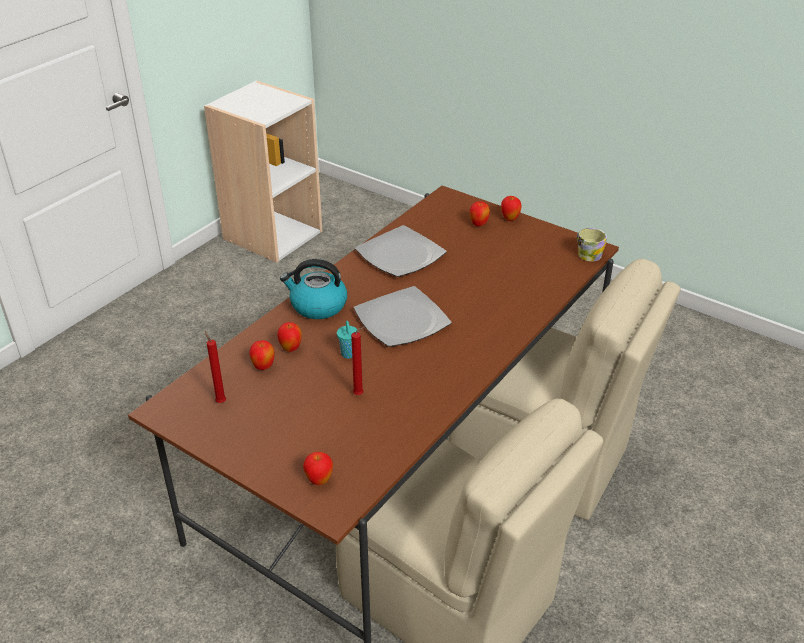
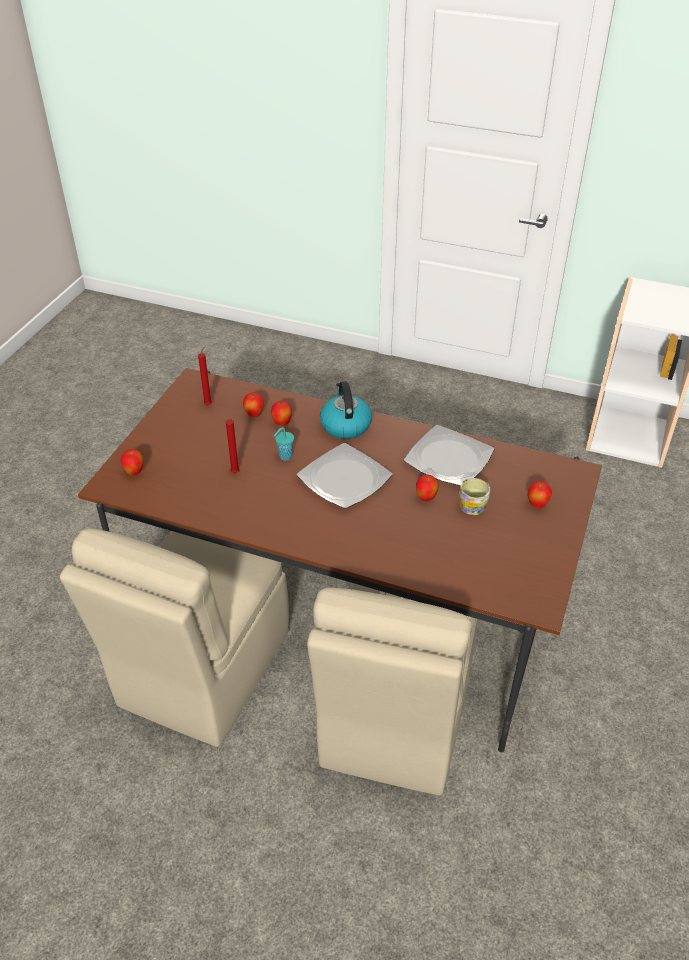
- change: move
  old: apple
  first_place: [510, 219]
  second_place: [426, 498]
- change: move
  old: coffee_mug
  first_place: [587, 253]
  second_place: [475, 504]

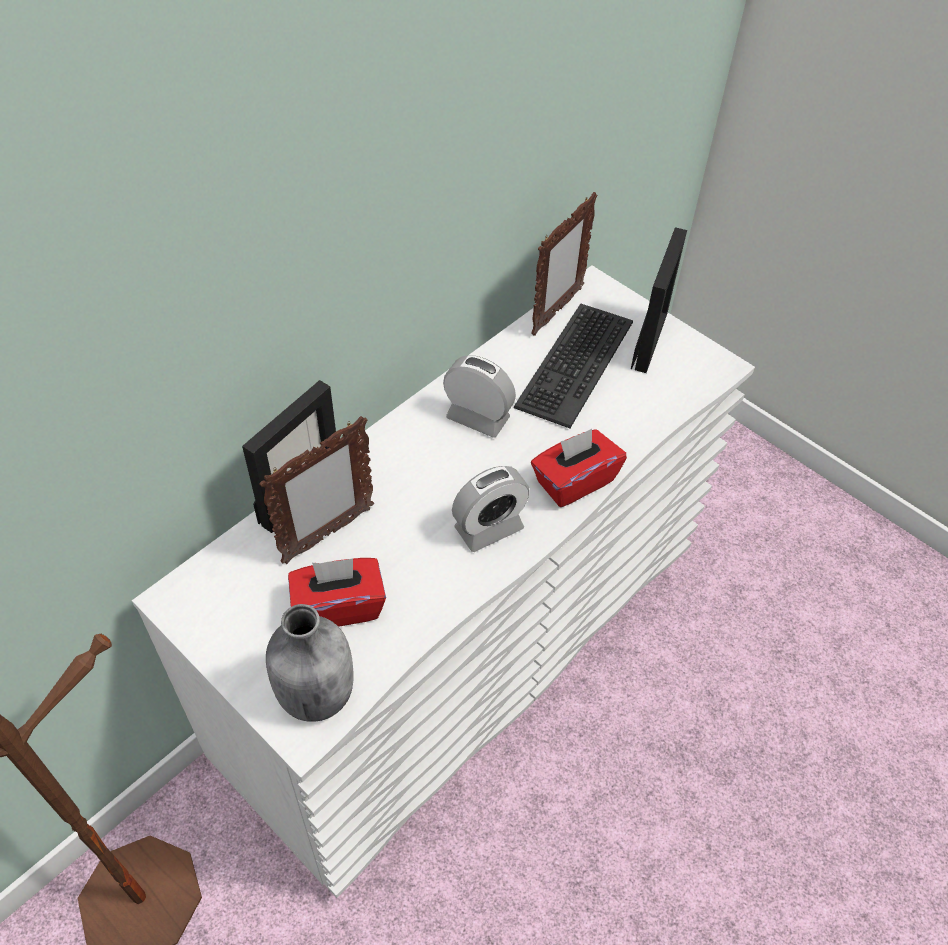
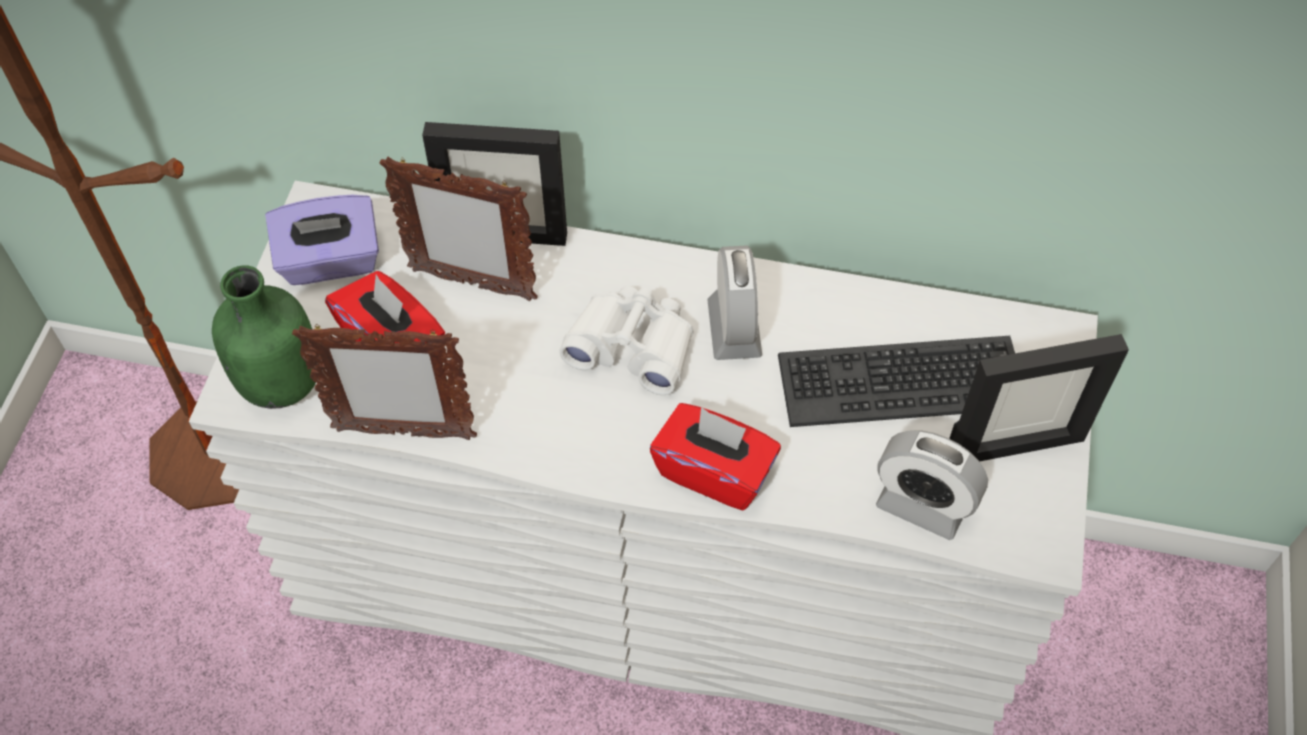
- change: insert
  new: purple_tissue_box
  second_place: [330, 262]
- change: insert
  new: white_binoculars
  second_place: [632, 347]
- change: move
  old: bedside_clock
  first_place: [489, 528]
  second_place: [922, 505]
- change: move
  old: standing_frame
  first_place: [556, 311]
  second_place: [403, 433]
- change: recolor
  old: grey_bottle
  new: green-coloured_bottle
  first_place: [315, 693]
  second_place: [282, 381]

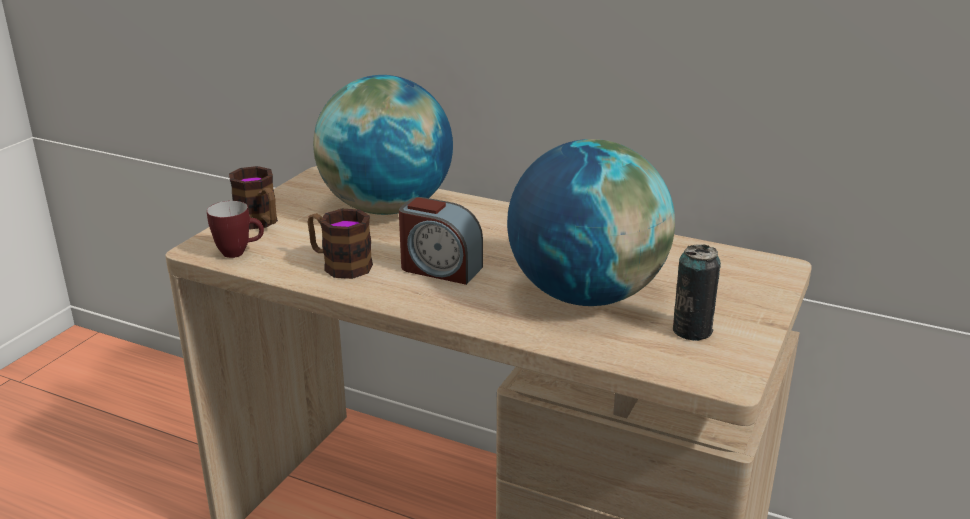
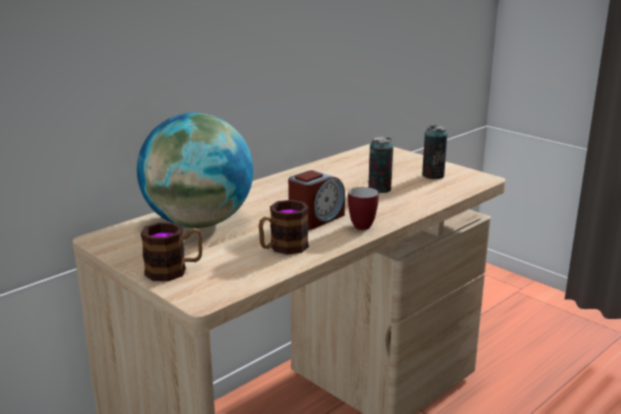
- change: move
  old: coffee_mug
  first_place: [239, 252]
  second_place: [362, 225]
- change: replace
  old: world_globe
  new: metal_can
  first_place: [586, 295]
  second_place: [379, 189]

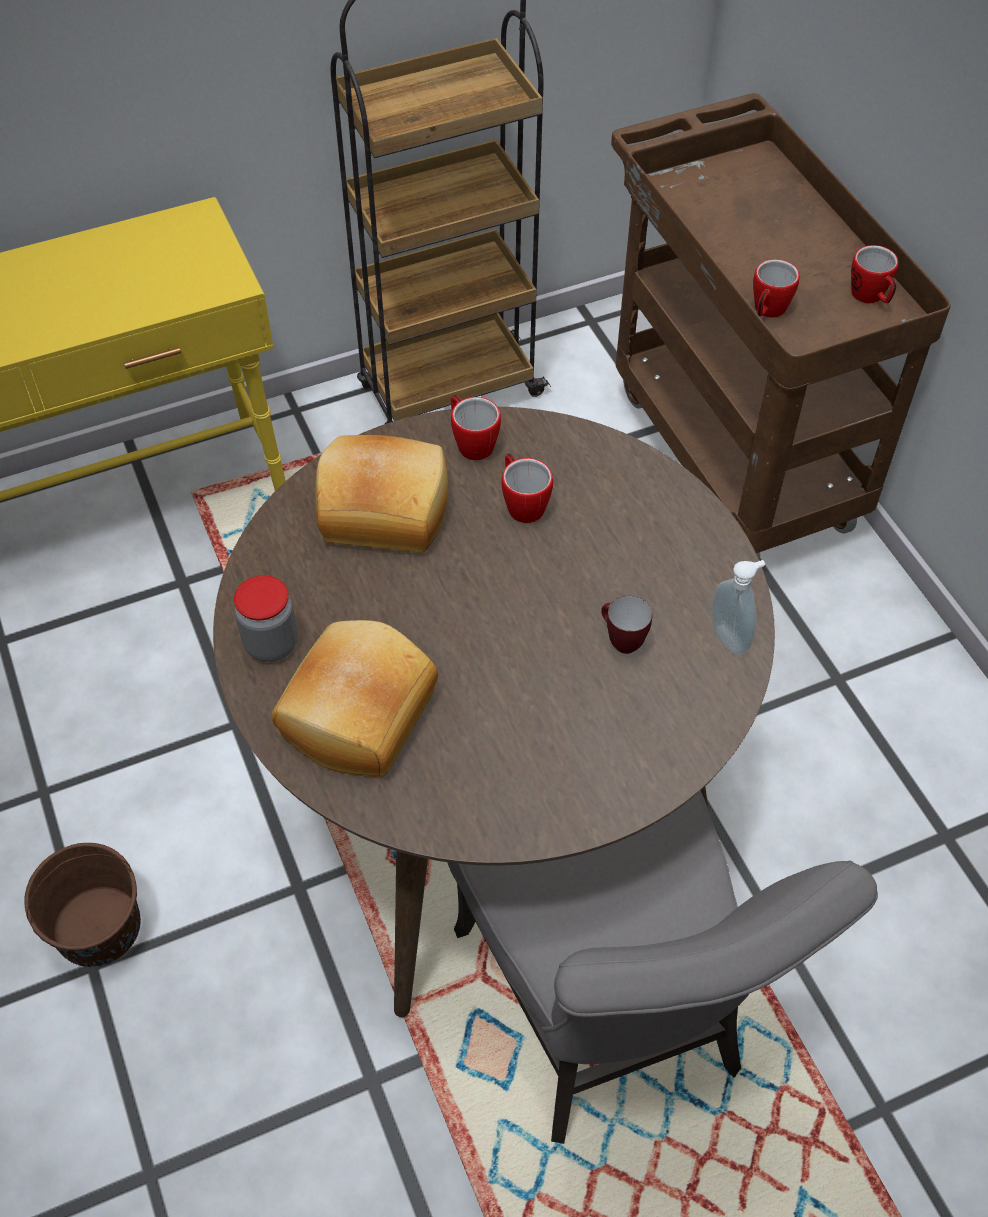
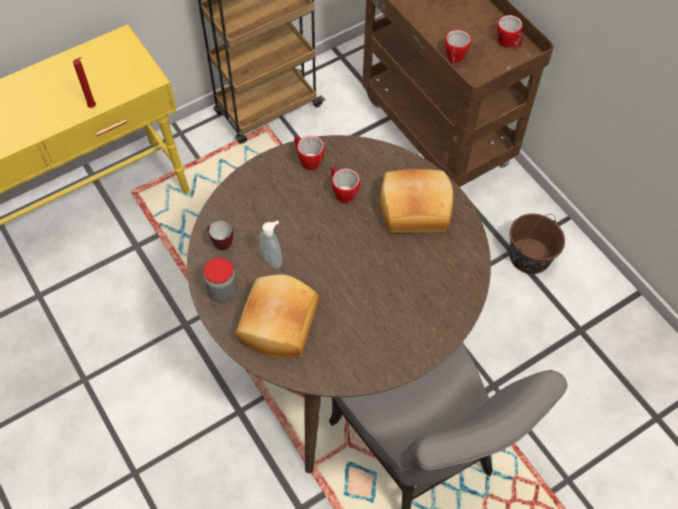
- change: insert
  new: red_wax_candle
  second_place: [93, 107]
- change: move
  old: brown_water_bucket
  first_place: [97, 927]
  second_place: [529, 256]
- change: move
  old: bakery_bread
  first_place: [384, 508]
  second_place: [414, 208]
- change: move
  old: coffee_mug
  first_place: [620, 641]
  second_place: [220, 244]
- change: move
  old: soap_bottle
  first_place: [731, 637]
  second_place: [273, 259]

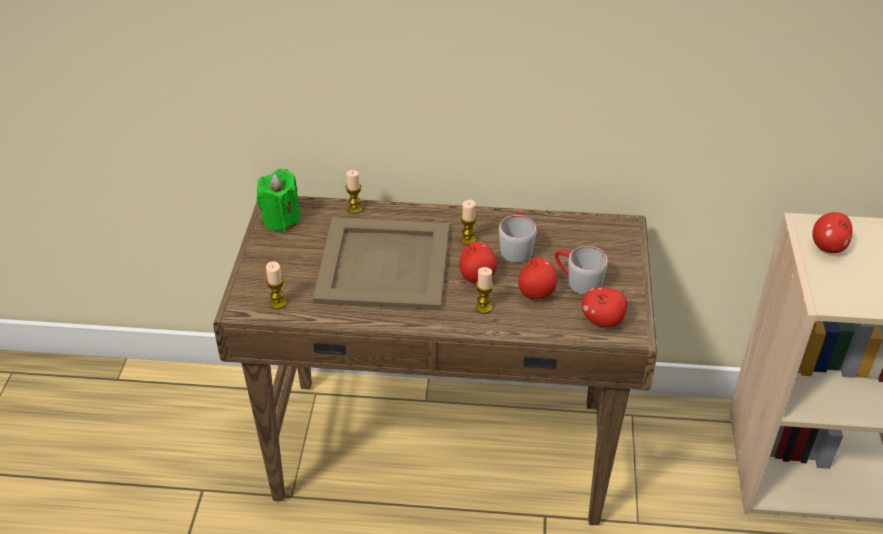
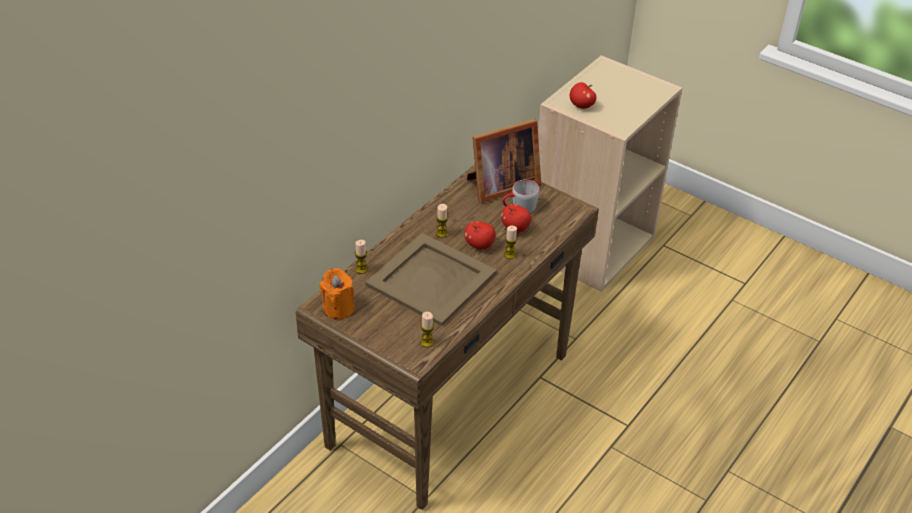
- change: delete
  old: grey_coffee_mug
  first_place: [515, 247]
- change: delete
  old: apple
  first_place: [603, 320]
- change: insert
  new: standing_frame
  second_place: [500, 185]
- change: recolor
  old: green-coloured_wax_candle
  new: orange-coloured_wax_candle
  first_place: [281, 219]
  second_place: [338, 308]

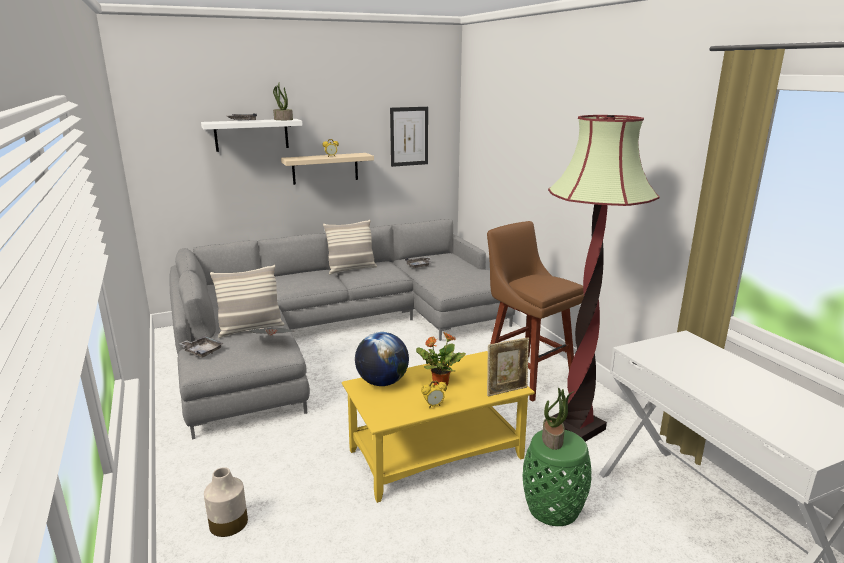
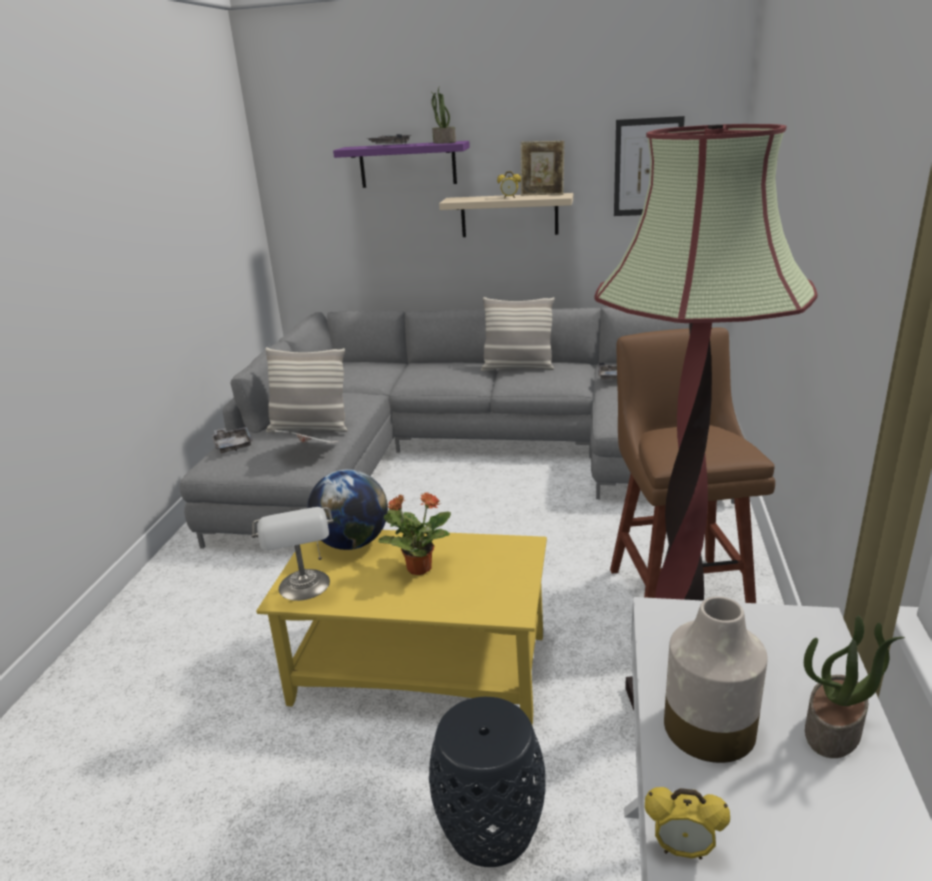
- change: insert
  new: white_tabletop_lamp
  second_place: [306, 591]
- change: move
  old: beige-coloured_flower_vase
  first_place: [228, 523]
  second_place: [709, 727]
- change: move
  old: bedside_clock
  first_place: [434, 406]
  second_place: [682, 850]
- change: move
  old: standing_frame
  first_place: [506, 390]
  second_place: [542, 195]
- change: move
  old: potted_plant
  first_place: [553, 440]
  second_place: [834, 731]
- change: recolor
  old: white_wall_shelf
  new: purple_wall_shelf
  first_place: [251, 135]
  second_place: [407, 165]
- change: recolor
  old: green-coloured_sitting_stool
  new: black-coloured_sitting_stool
  first_place: [553, 509]
  second_place: [490, 829]

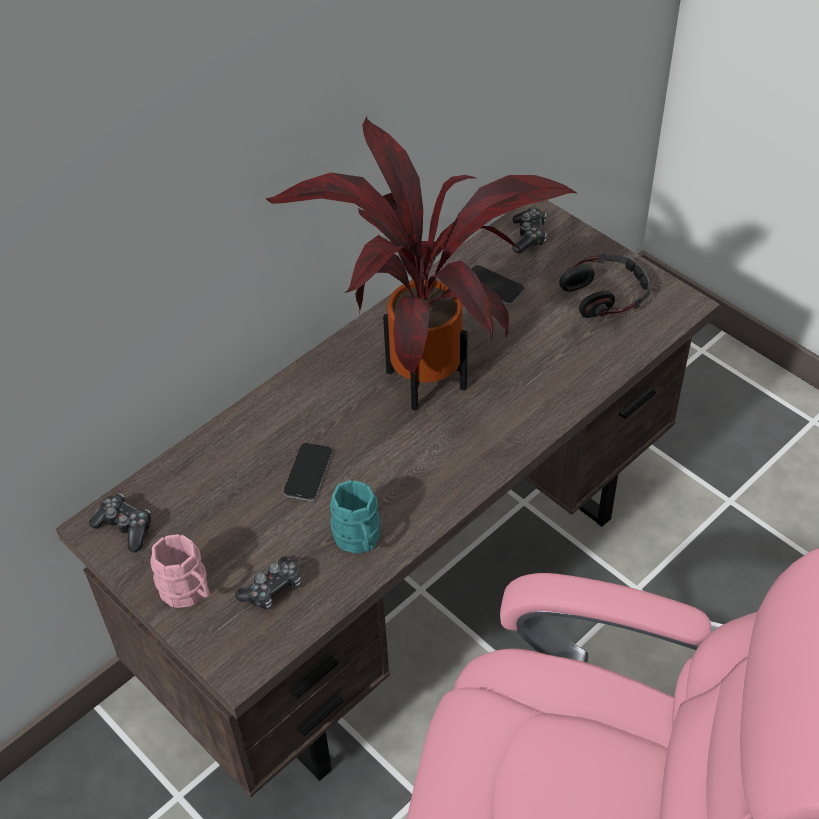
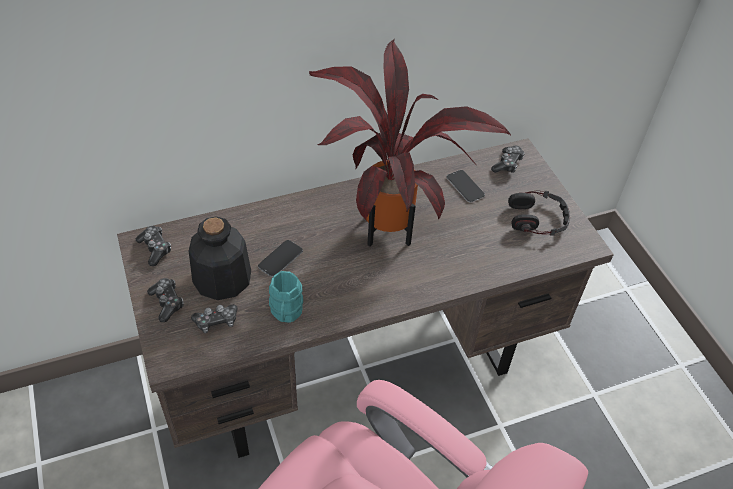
- change: insert
  new: bottle
  second_place: [222, 278]
- change: replace
  old: pink_coffee_mug
  new: game_controller
  first_place: [189, 592]
  second_place: [167, 303]

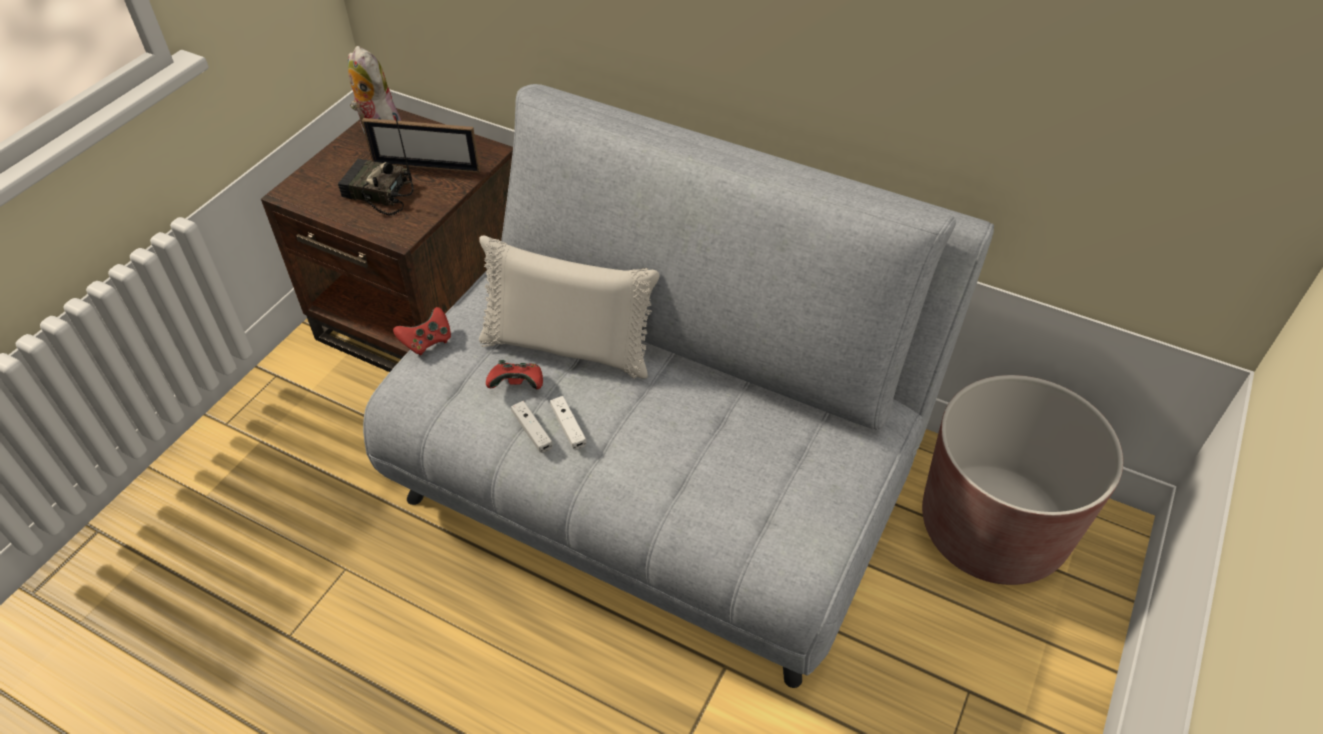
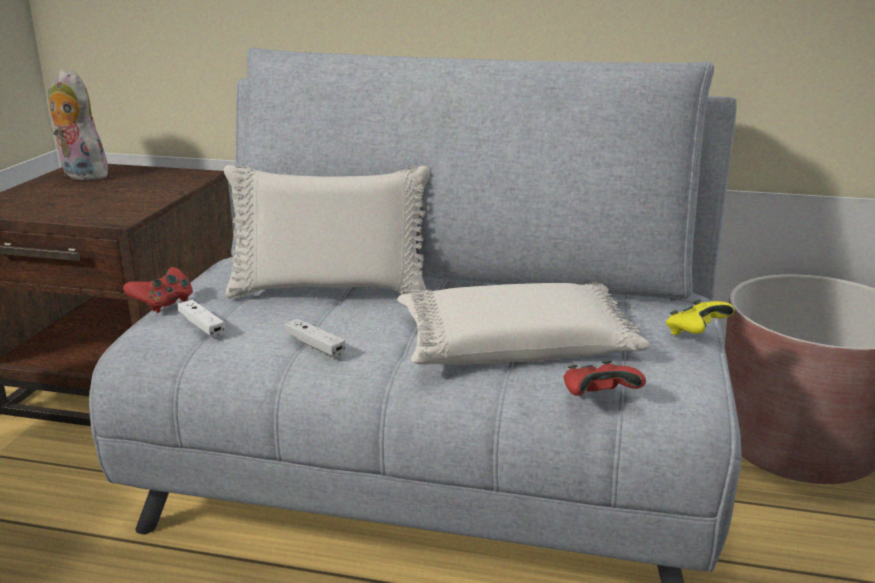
- change: delete
  old: radio_set
  first_place: [377, 194]
- change: delete
  old: standing_frame
  first_place: [426, 166]
- change: insert
  new: white_pillow
  second_place: [516, 339]
- change: insert
  new: yellowish_game_controller
  second_place: [695, 333]
- change: move
  old: red_game_controller
  first_place: [517, 385]
  second_place: [598, 397]
- change: move
  old: white_game_controller
  first_place: [568, 427]
  second_place: [202, 325]

